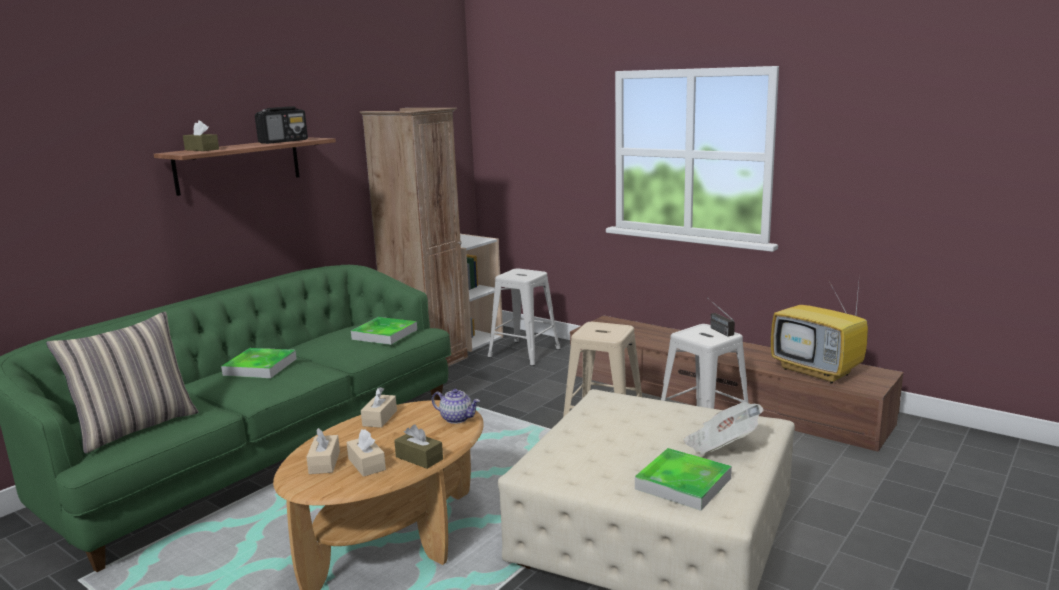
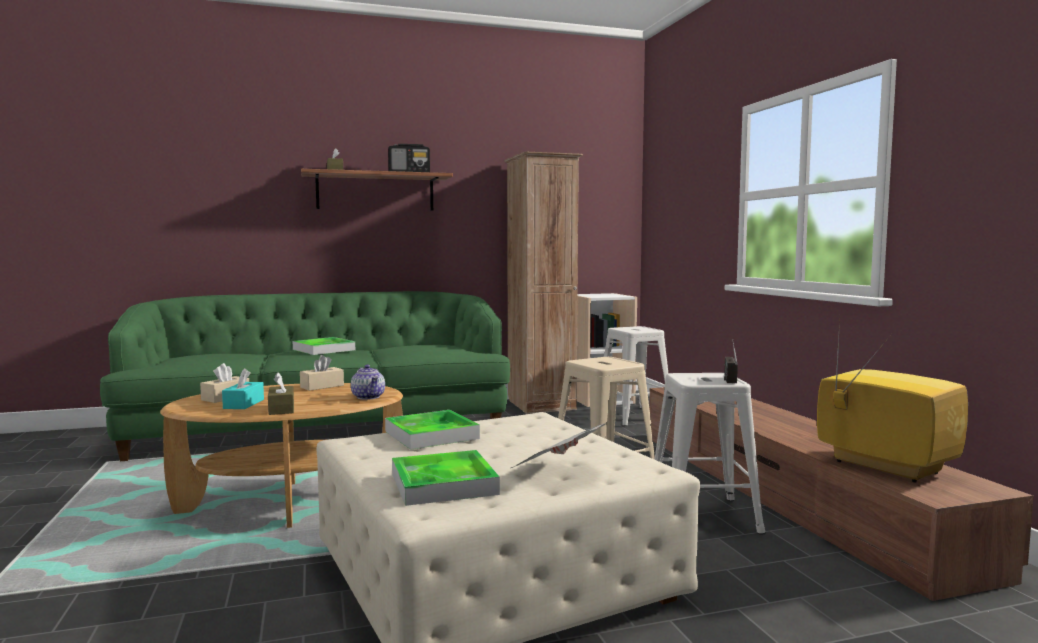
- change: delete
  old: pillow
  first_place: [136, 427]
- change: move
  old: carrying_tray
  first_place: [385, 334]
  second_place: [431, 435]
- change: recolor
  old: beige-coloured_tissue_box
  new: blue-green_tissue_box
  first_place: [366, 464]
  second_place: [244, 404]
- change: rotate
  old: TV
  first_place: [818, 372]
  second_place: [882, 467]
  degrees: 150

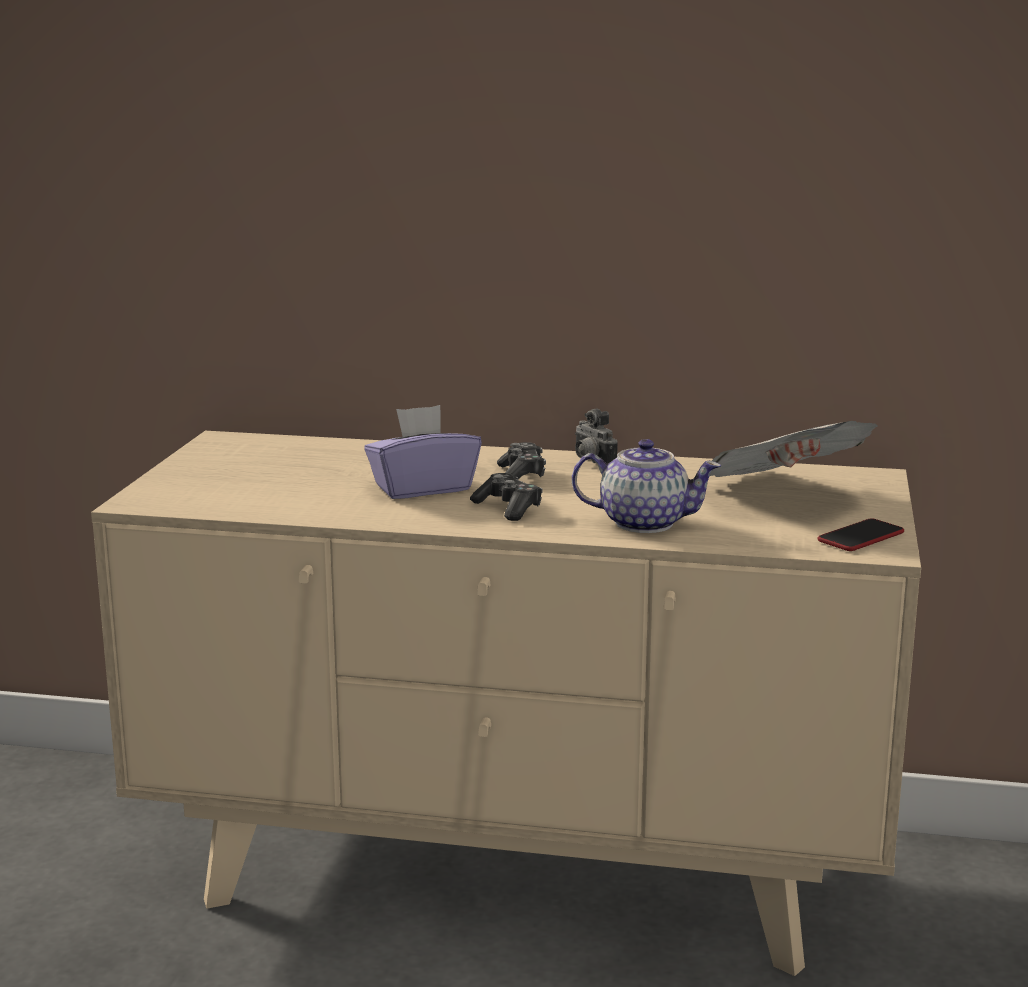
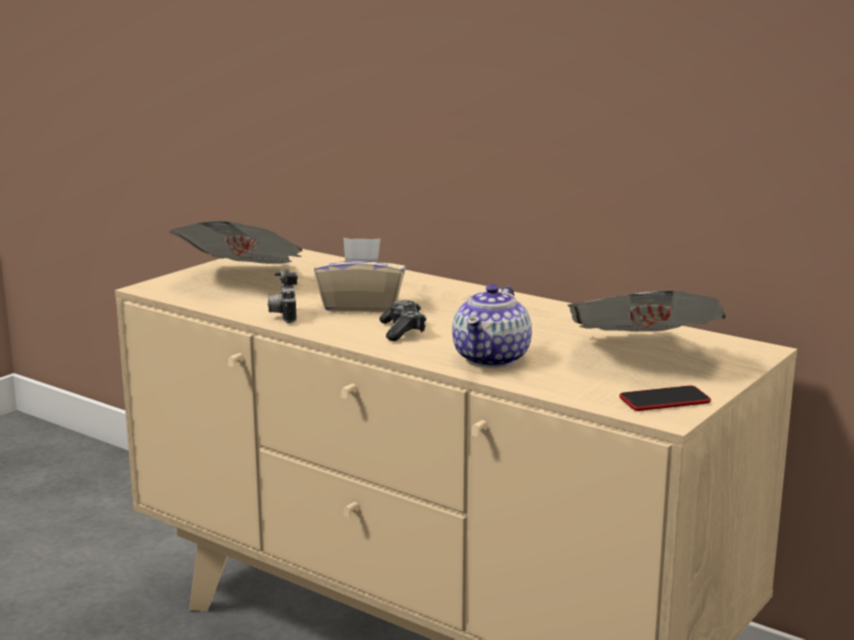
- change: delete
  old: game_controller
  first_place: [521, 475]
- change: insert
  new: daily_paper
  second_place: [244, 280]
- change: move
  old: still_camera
  first_place: [590, 461]
  second_place: [283, 316]
- change: recolor
  old: purple_tissue_box
  new: beige-coloured_tissue_box
  first_place: [422, 488]
  second_place: [361, 305]
- change: rotate
  old: pot_for_tea
  first_place: [643, 522]
  second_place: [492, 358]
  degrees: 75

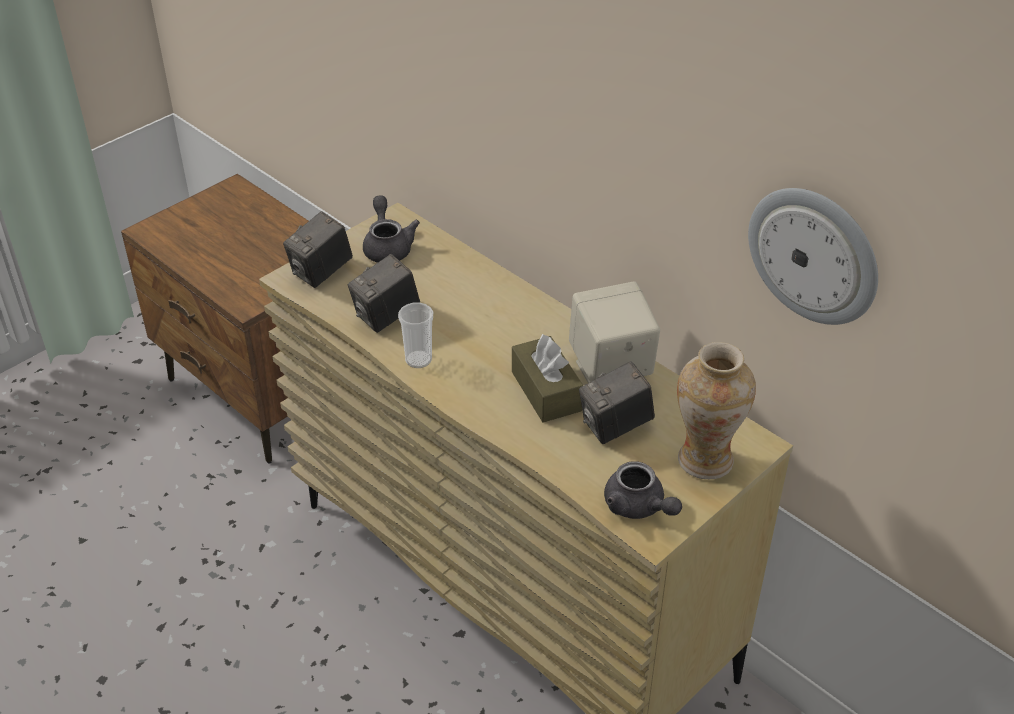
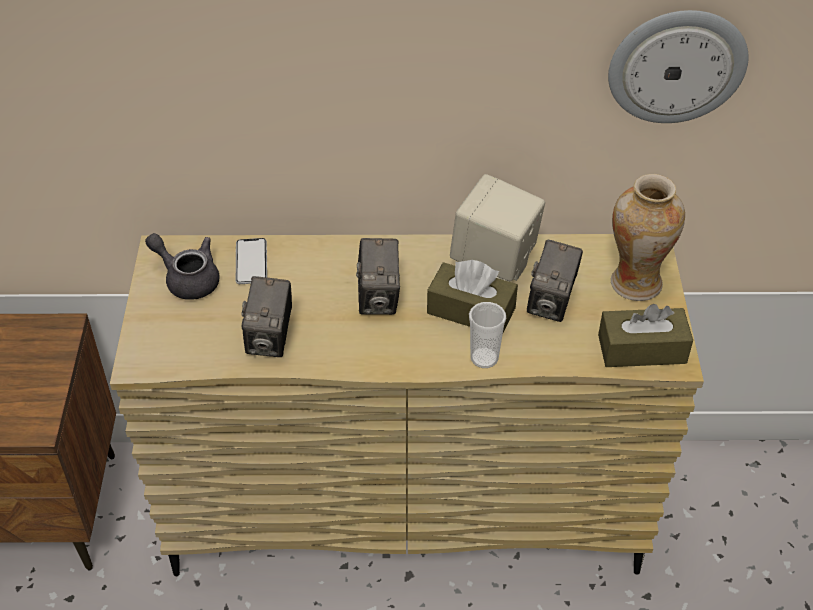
- change: insert
  new: handset
  second_place: [251, 262]
- change: move
  old: still_camera
  first_place: [321, 272]
  second_place: [379, 298]
- change: move
  old: small_cup
  first_place: [418, 359]
  second_place: [484, 358]
- change: replace
  old: grey_pot_for_tea
  new: brown_tissue_box
  first_place: [638, 507]
  second_place: [642, 349]

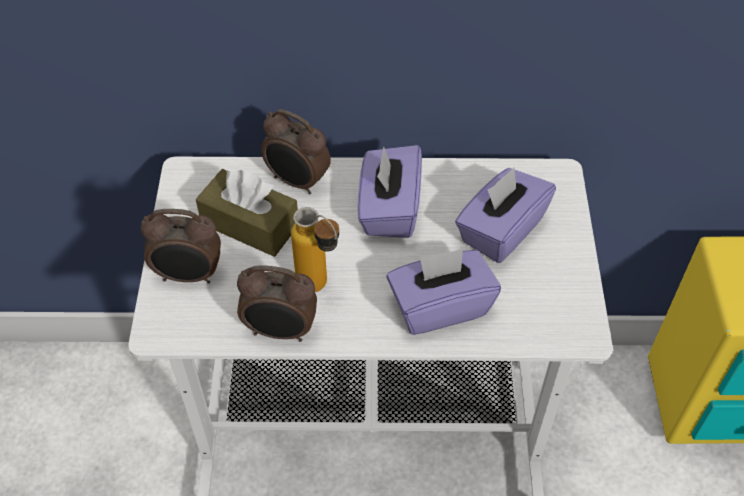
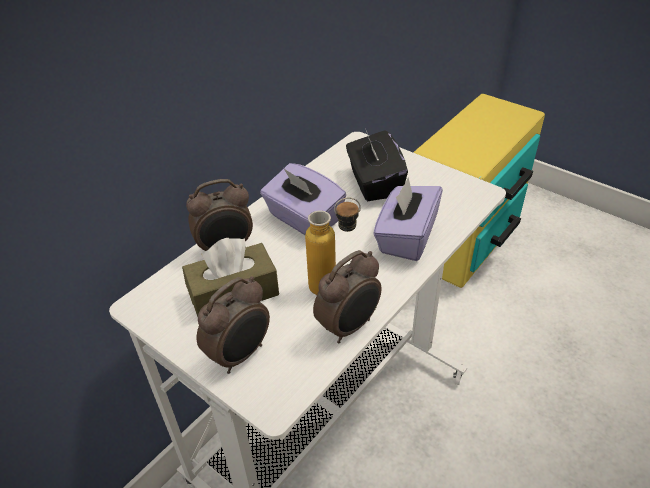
- change: recolor
  old: purple_tissue_box
  new: black-coloured_tissue_box
  first_place: [500, 231]
  second_place: [374, 183]

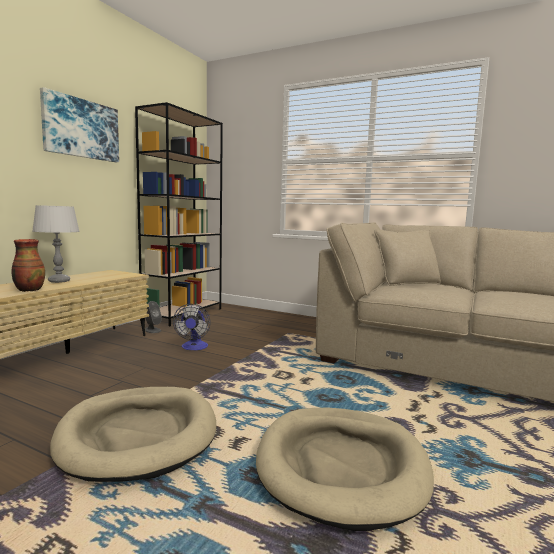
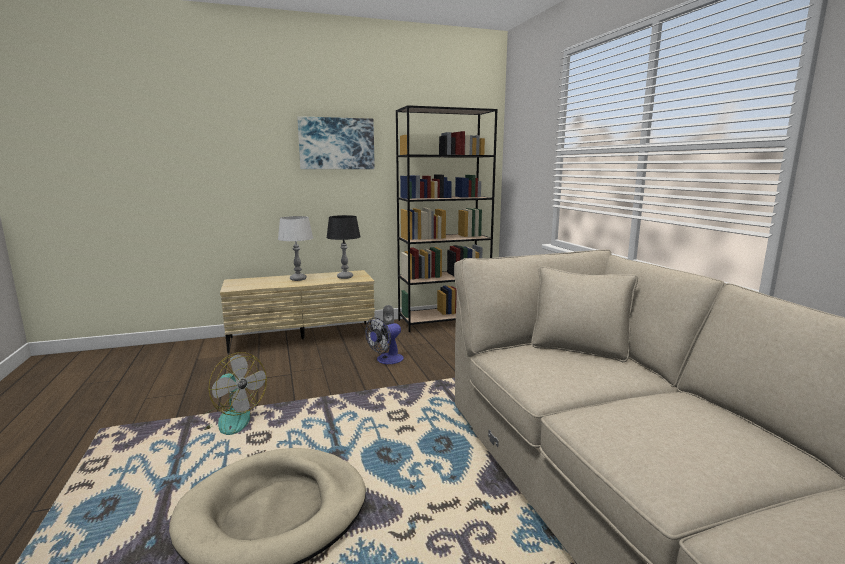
- change: delete
  old: flower_vase
  first_place: [29, 290]
- change: insert
  new: black-coloured_tabletop_lamp
  second_place: [345, 277]
- change: replace
  old: beige-coloured_dog_bed
  new: cooling_fan
  first_place: [139, 435]
  second_place: [228, 419]

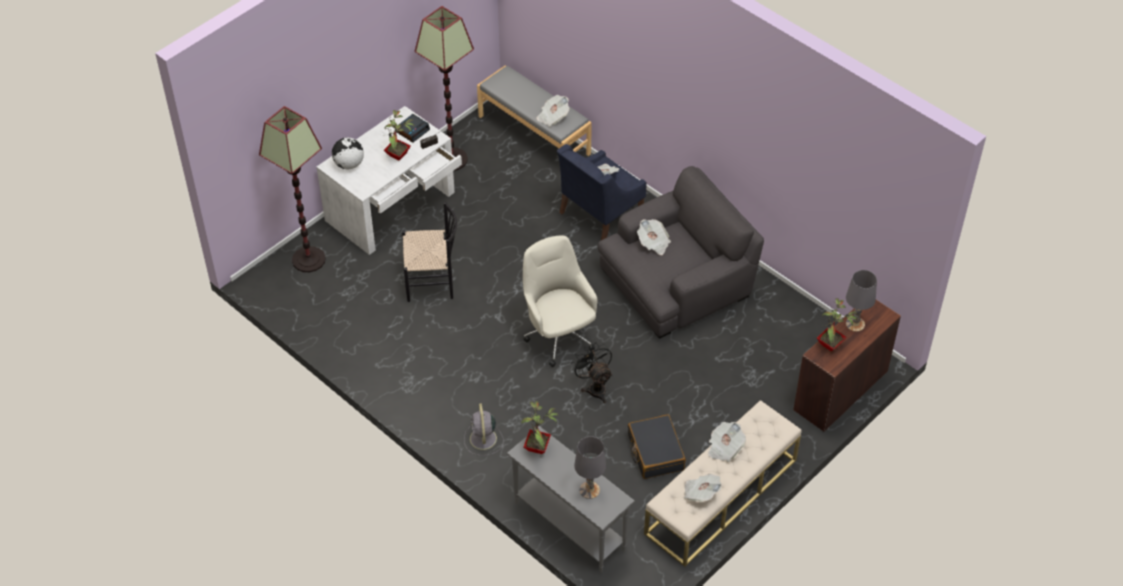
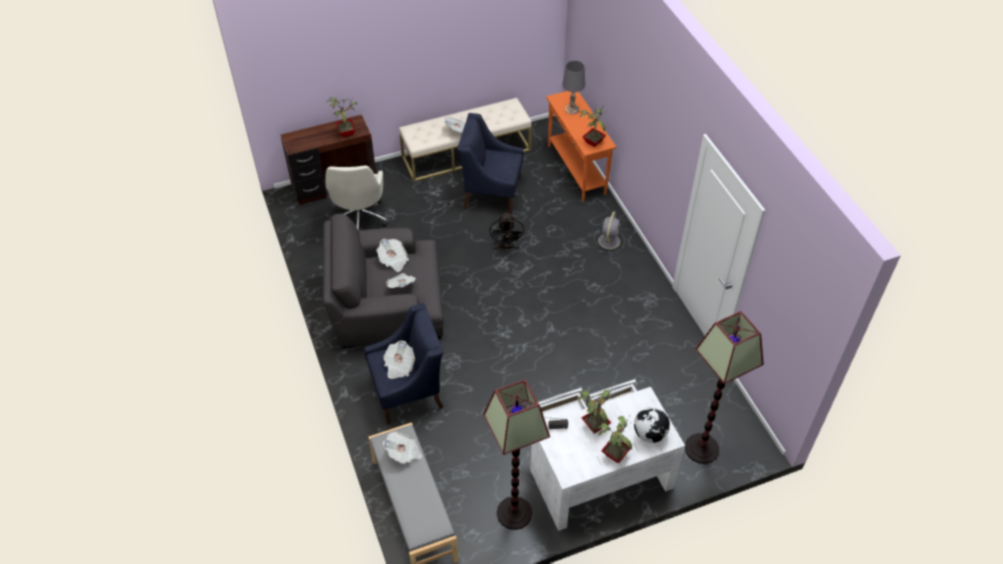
- change: delete
  old: bedside_clock
  first_place: [412, 130]
- change: delete
  old: black-coloured_plain_chair
  first_place: [432, 281]
- change: delete
  old: grey_tabletop_lamp
  first_place: [855, 324]
- change: insert
  new: potted_plant
  second_place: [614, 454]
- change: move
  old: beige-coloured_computer_chair
  first_place: [558, 336]
  second_place: [359, 220]
- change: move
  old: daily_paper
  first_place: [700, 493]
  second_place: [393, 260]
- change: replace
  old: black-coloured_travel_case
  new: blue-coloured_lounge_chair
  first_place: [655, 452]
  second_place: [491, 192]
- change: recolor
  old: grey_narrow_table
  new: orange-coloured_narrow_table
  first_place: [568, 526]
  second_place: [577, 170]

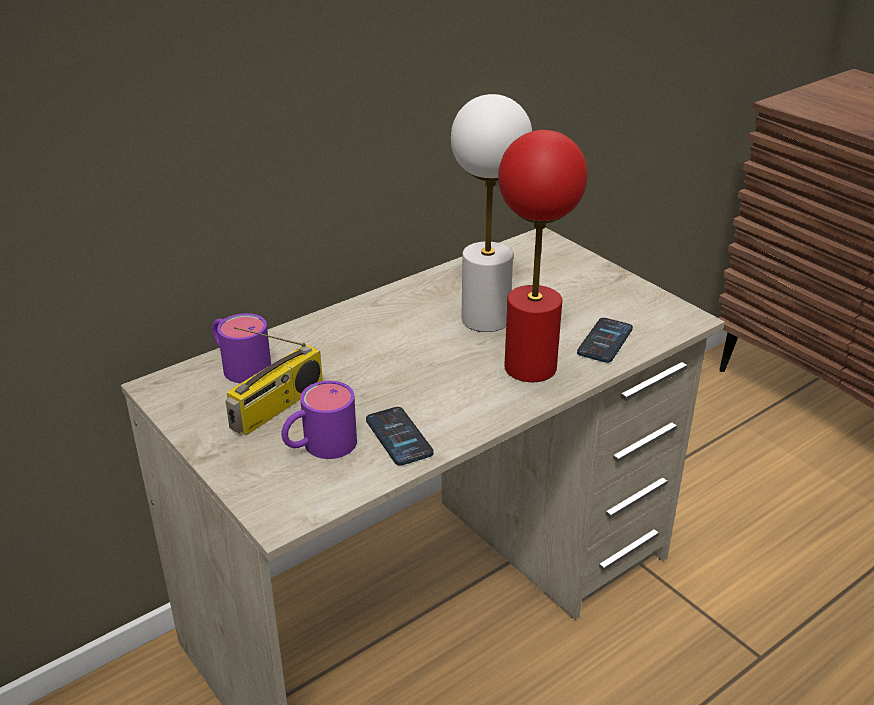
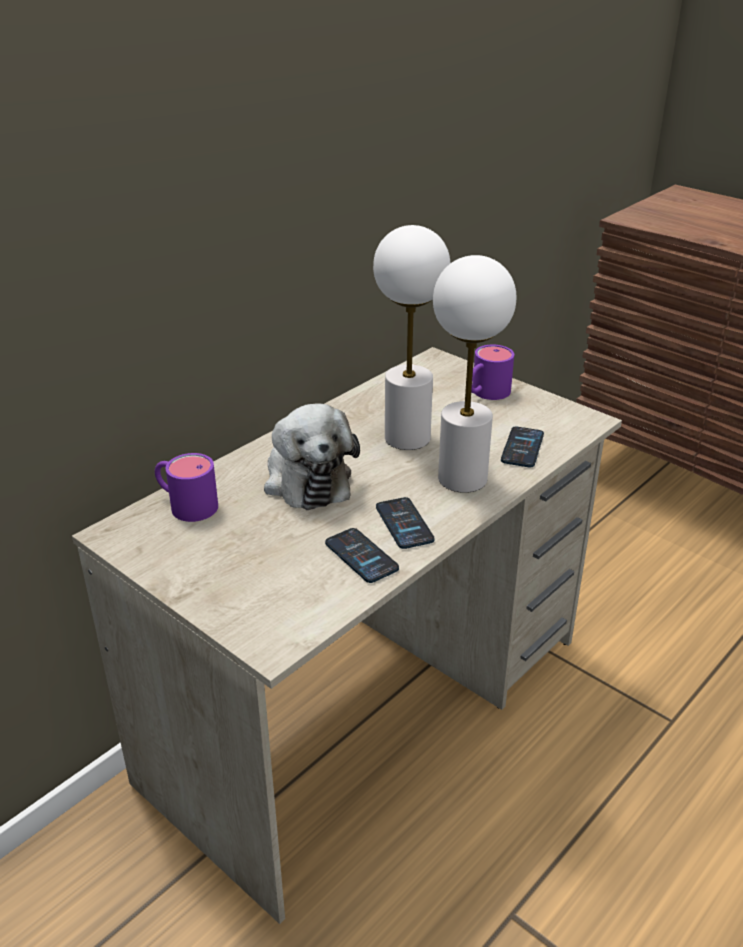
- change: delete
  old: radio_set
  first_place: [277, 407]
- change: insert
  new: plush_toy
  second_place: [306, 479]
- change: insert
  new: handset
  second_place: [404, 524]
- change: move
  old: purple_coffee_mug
  first_place: [319, 446]
  second_place: [485, 393]
- change: recolor
  old: red_tabletop_lamp
  new: white_tabletop_lamp
  first_place: [531, 367]
  second_place: [463, 478]

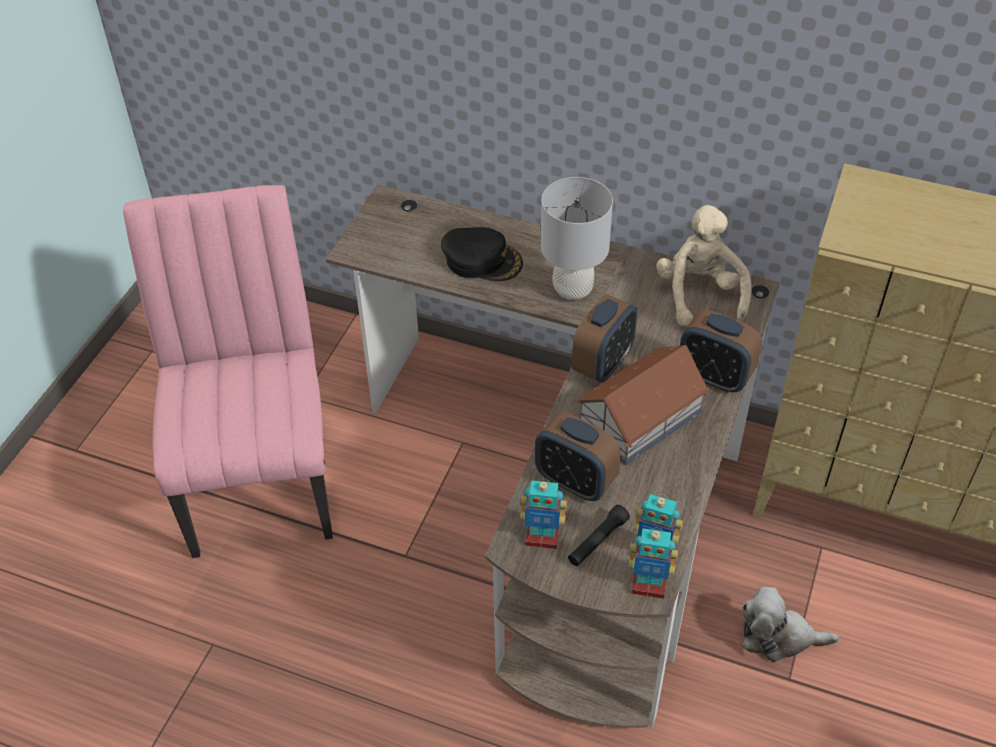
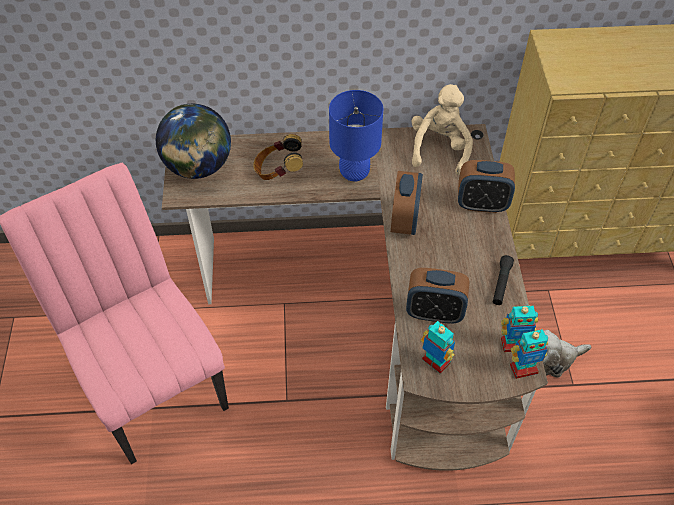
- change: delete
  old: toy_house
  first_place: [641, 417]
- change: insert
  new: world_globe
  second_place: [198, 167]
- change: move
  old: black-coloured_torch
  first_place: [597, 541]
  second_place: [501, 284]
- change: replace
  old: black-coloured_peaked_cap
  new: pair_of_headphones
  first_place: [482, 260]
  second_place: [278, 171]
- change: recolor
  old: grey_tabletop_lamp
  new: blue-coloured_tabletop_lamp
  first_place: [574, 289]
  second_place: [355, 173]
- change: rotate
  old: toy_robot
  first_place: [542, 537]
  second_place: [435, 362]
  degrees: -120
- change: rotate
  old: beige-coloured_plush_toy
  first_place: [699, 294]
  second_place: [439, 148]
  degrees: 45

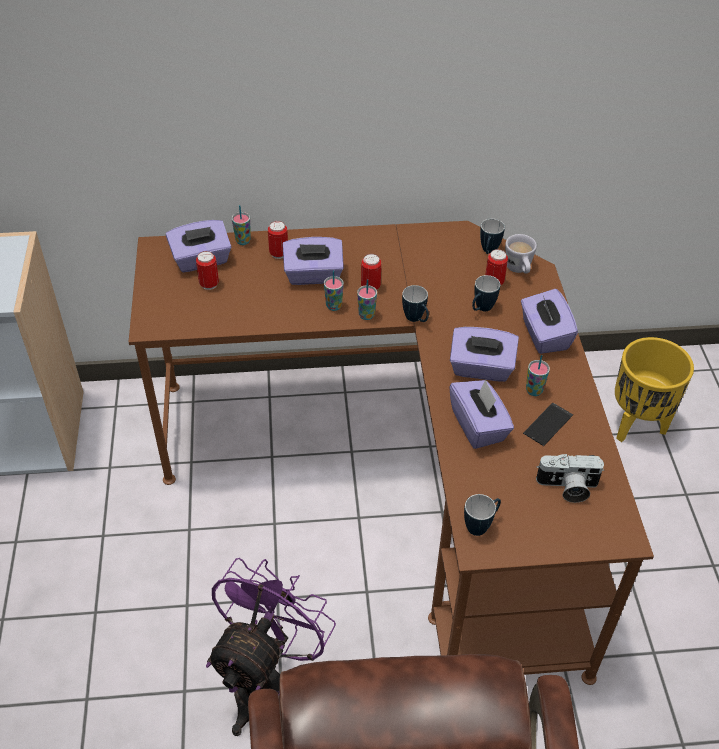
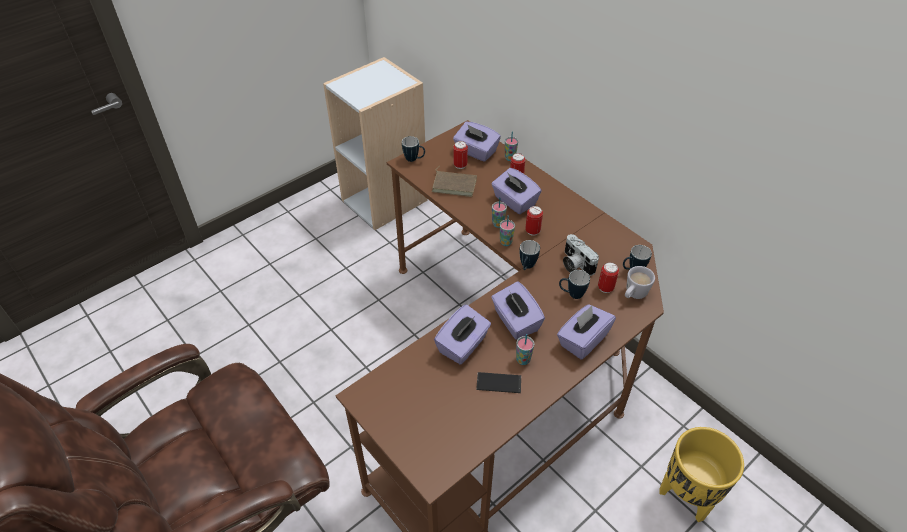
- change: delete
  old: purple_cooling_fan
  first_place: [267, 679]
- change: insert
  new: brown_volume
  second_place: [455, 184]
- change: move
  old: coffee_mug
  first_place: [481, 525]
  second_place: [414, 159]
- change: move
  old: still_camera
  first_place: [567, 488]
  second_place: [575, 264]

